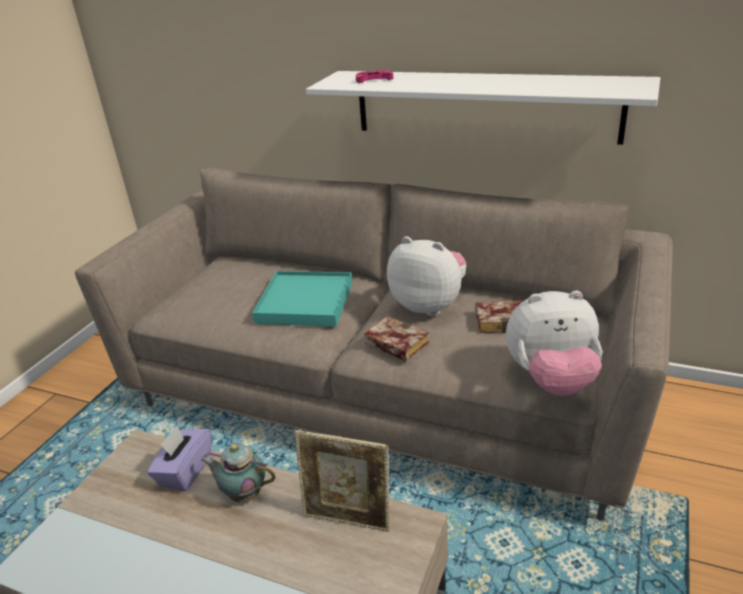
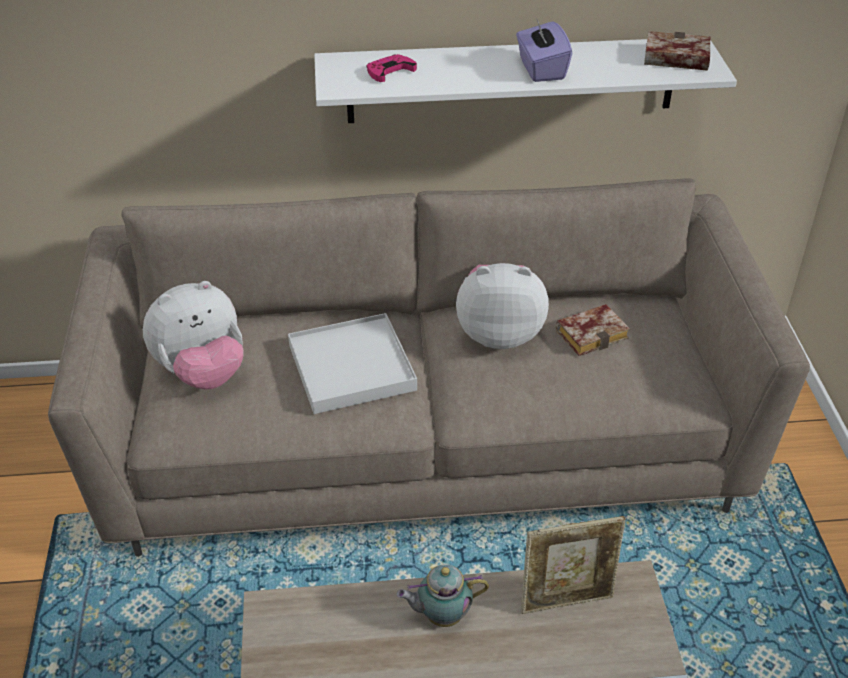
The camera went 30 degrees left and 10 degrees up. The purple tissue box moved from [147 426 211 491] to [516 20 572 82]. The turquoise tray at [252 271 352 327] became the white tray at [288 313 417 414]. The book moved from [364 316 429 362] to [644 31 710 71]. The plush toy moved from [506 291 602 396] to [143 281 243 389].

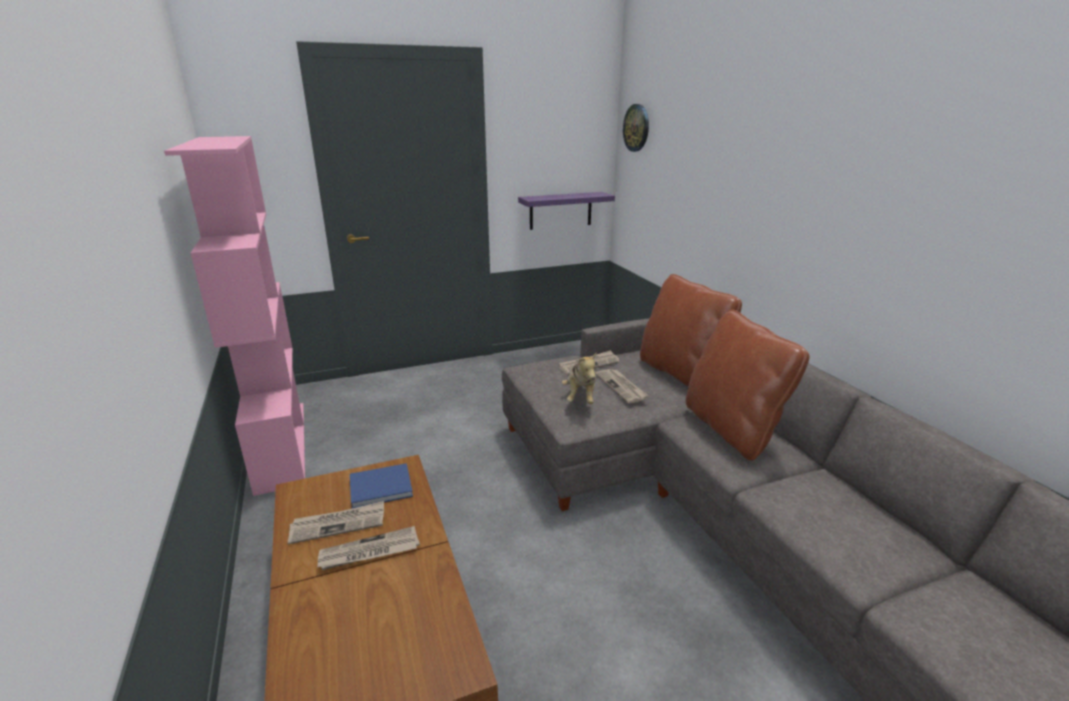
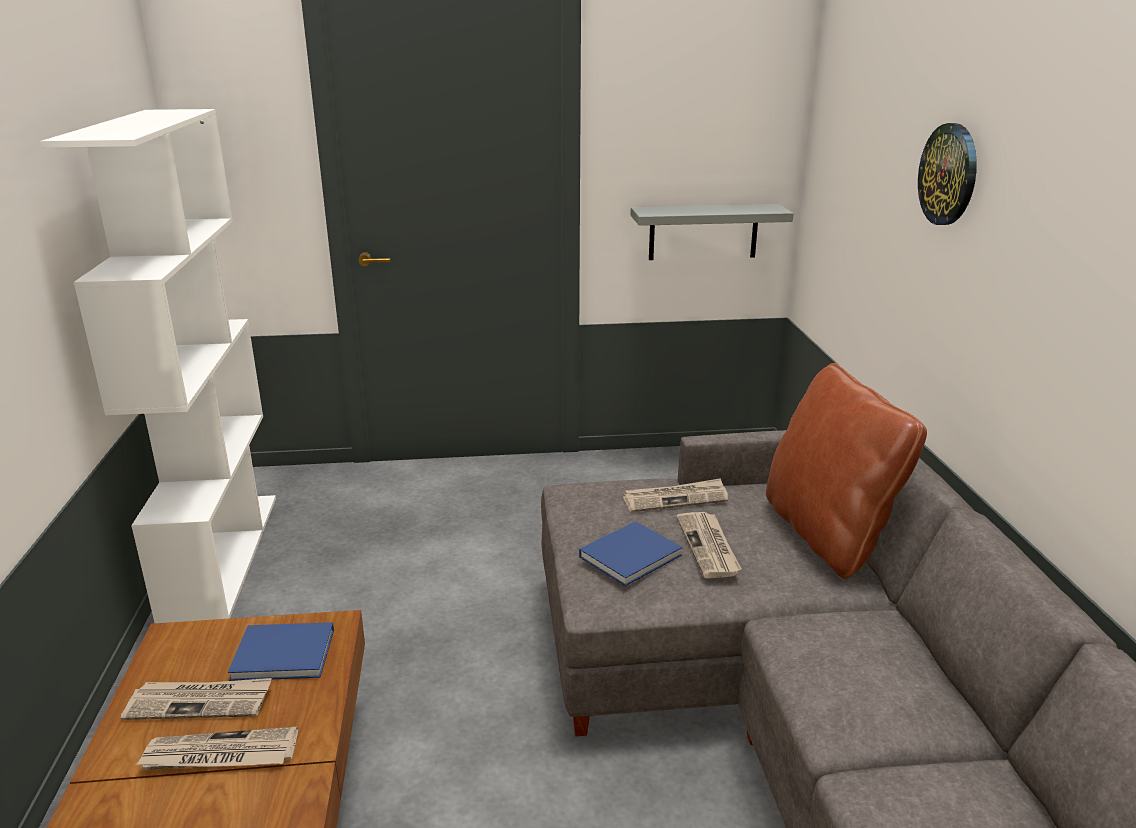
The camera went 15 degrees right and 0 degrees up. The pink bookcase at [164 136 305 496] became the white bookcase at [40 109 276 623]. The purple shelf at [518 192 615 230] became the grey shelf at [631 204 794 260]. The plush toy at [561 352 597 404] was replaced by the blue book at [579 521 682 586]. The wall clock moved from [623 104 649 152] to [918 123 977 225]. The brown pillow at [685 309 810 461] disappeared.

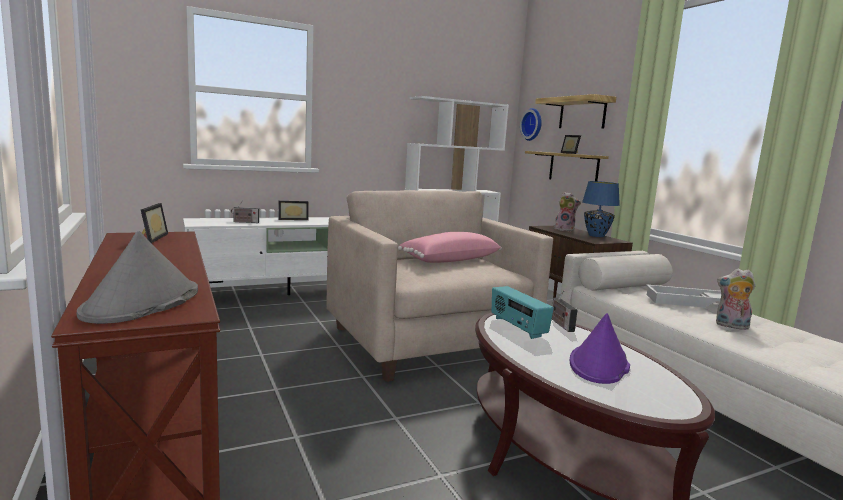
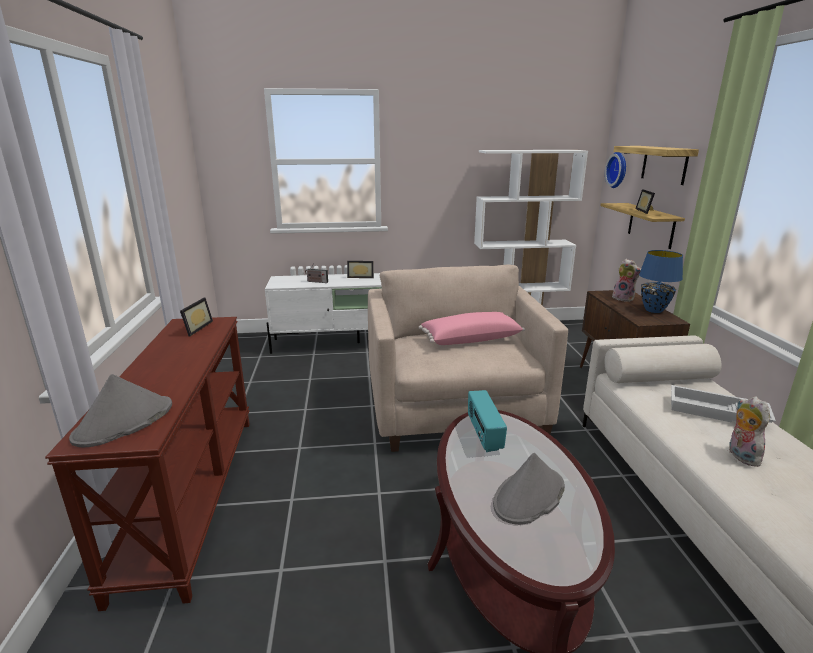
The camera went 20 degrees right and 10 degrees up. The radio at [552 290 577 332] disappeared. The purple hat at [570 313 630 384] became the grey hat at [493 453 565 525]. The plush toy at [716 269 756 330] turned 45 degrees clockwise.

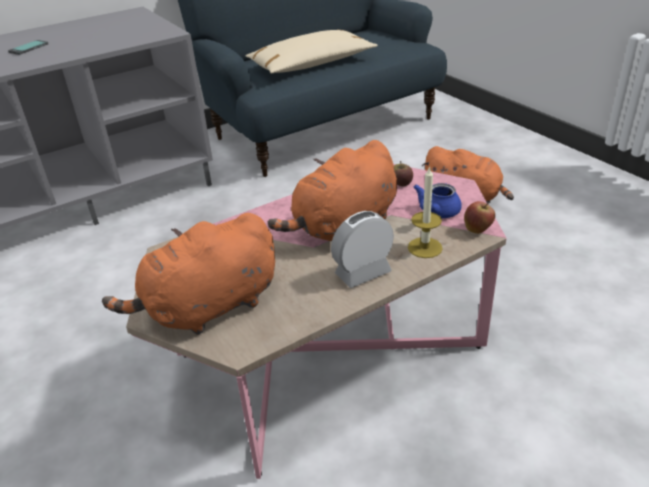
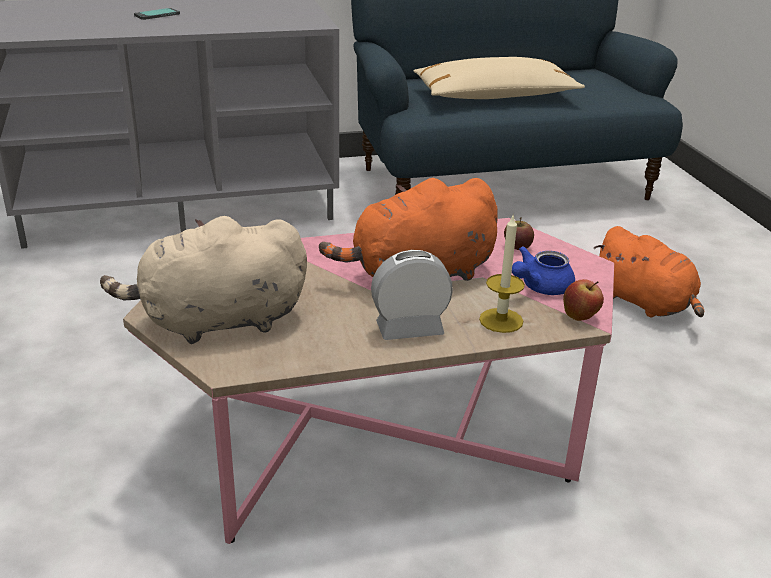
The camera went 15 degrees right and 5 degrees down. The orange plush toy at [102 213 275 335] became the beige plush toy at [100 216 307 344].

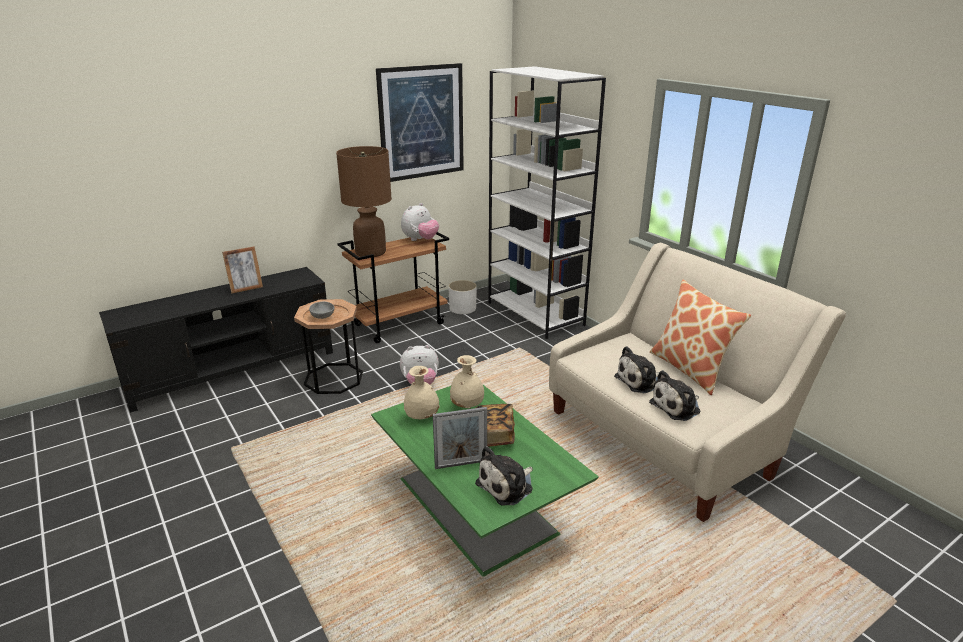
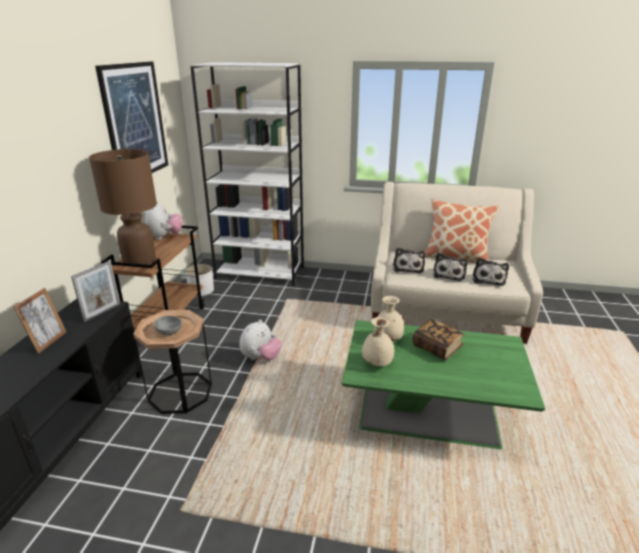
The camera went 45 degrees left and 0 degrees up. The picture frame moved from [433 407 487 469] to [71 261 120 322]. The plush toy moved from [475 446 533 506] to [393 248 426 273].

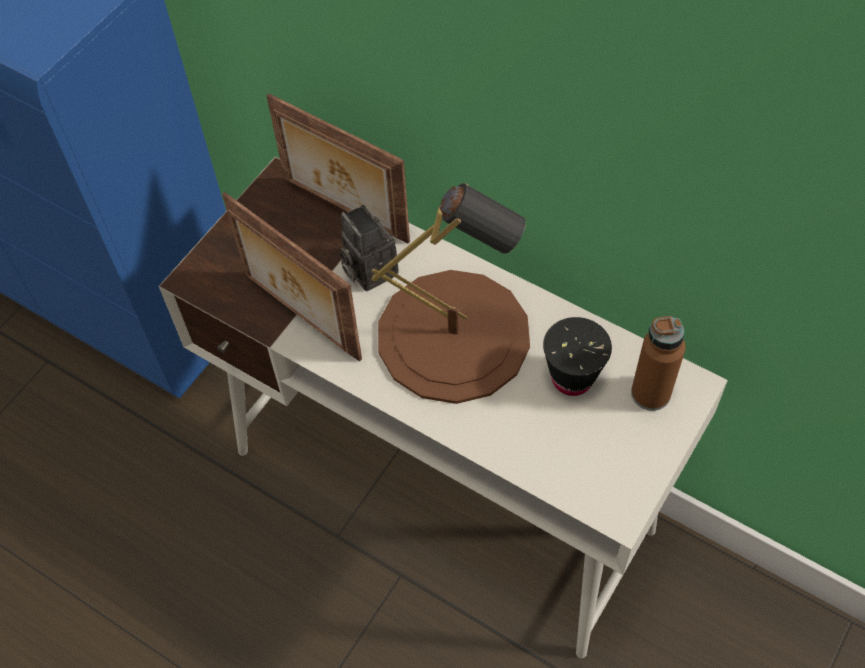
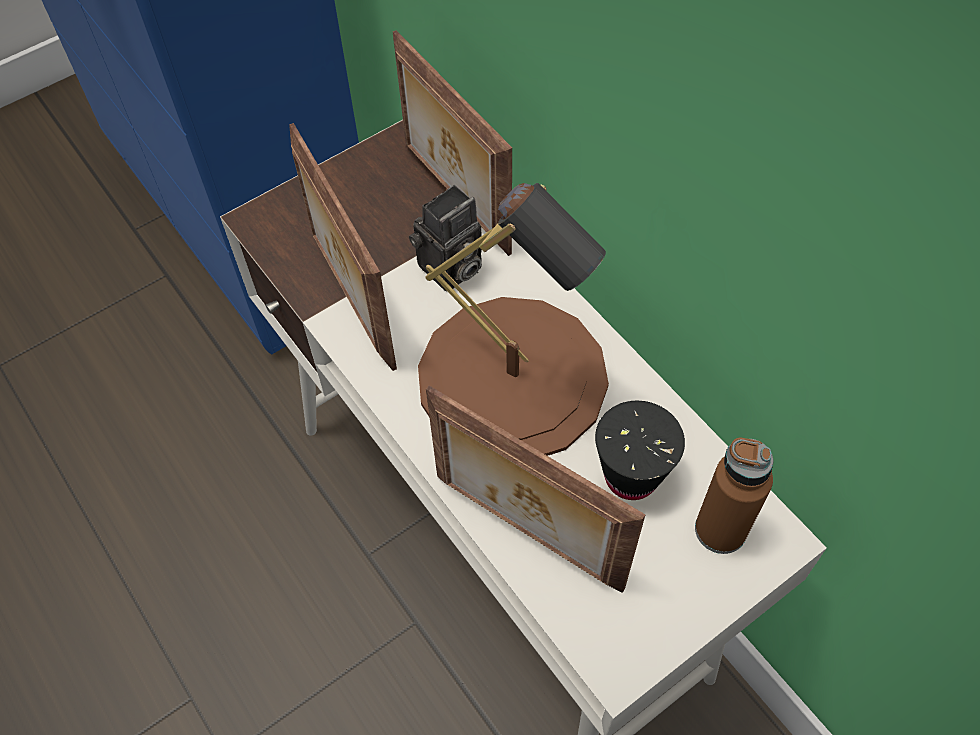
The camera went 20 degrees right and 0 degrees up. The photo camera at [340 205 399 291] turned 120 degrees counterclockwise. The picture frame at [426 386 646 593] appeared.

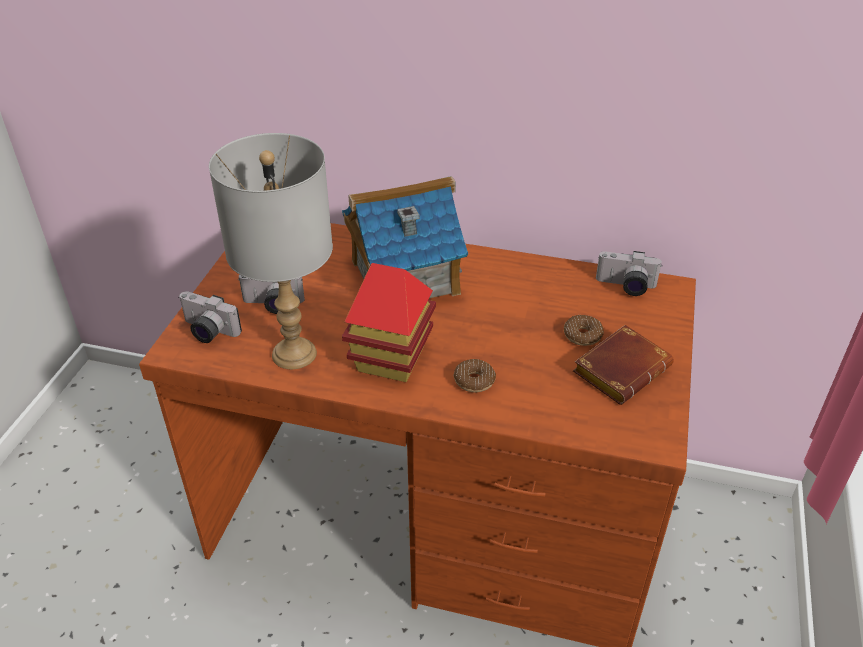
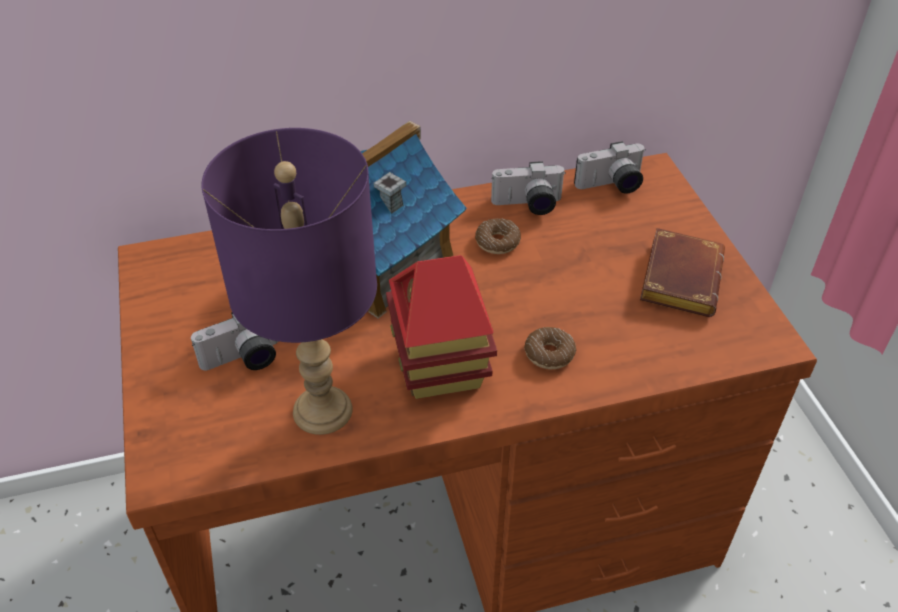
The camera went 30 degrees left and 5 degrees up. The photo camera moved from [178 291 242 343] to [491 161 565 215]. The grey table lamp at [209 133 333 369] became the purple table lamp at [202 128 377 435]. The donut moved from [564 315 604 346] to [475 218 521 254].

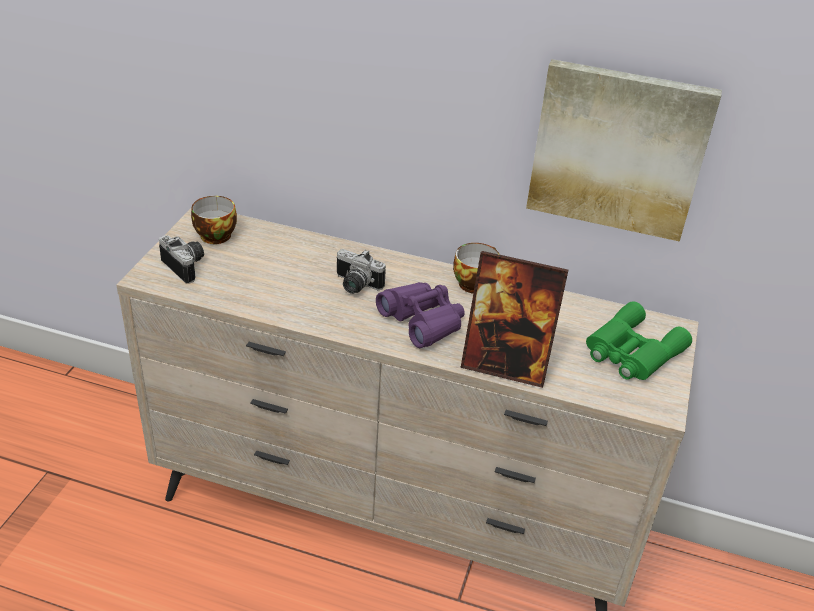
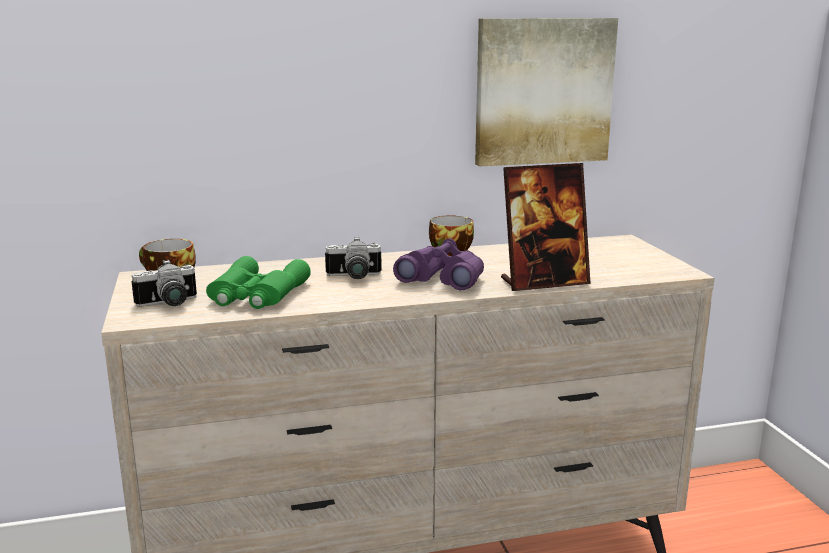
The camera went 30 degrees left and 20 degrees down. The photo camera at [159 235 204 284] turned 135 degrees clockwise. The green binoculars moved from [586 301 692 380] to [206 256 311 309].

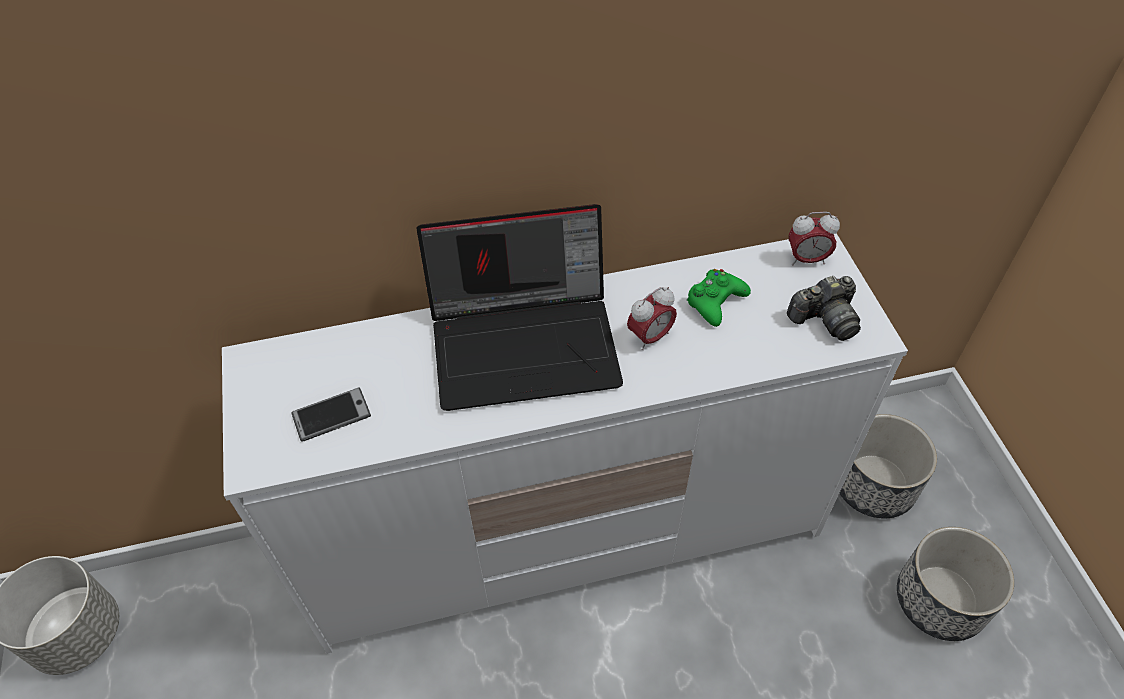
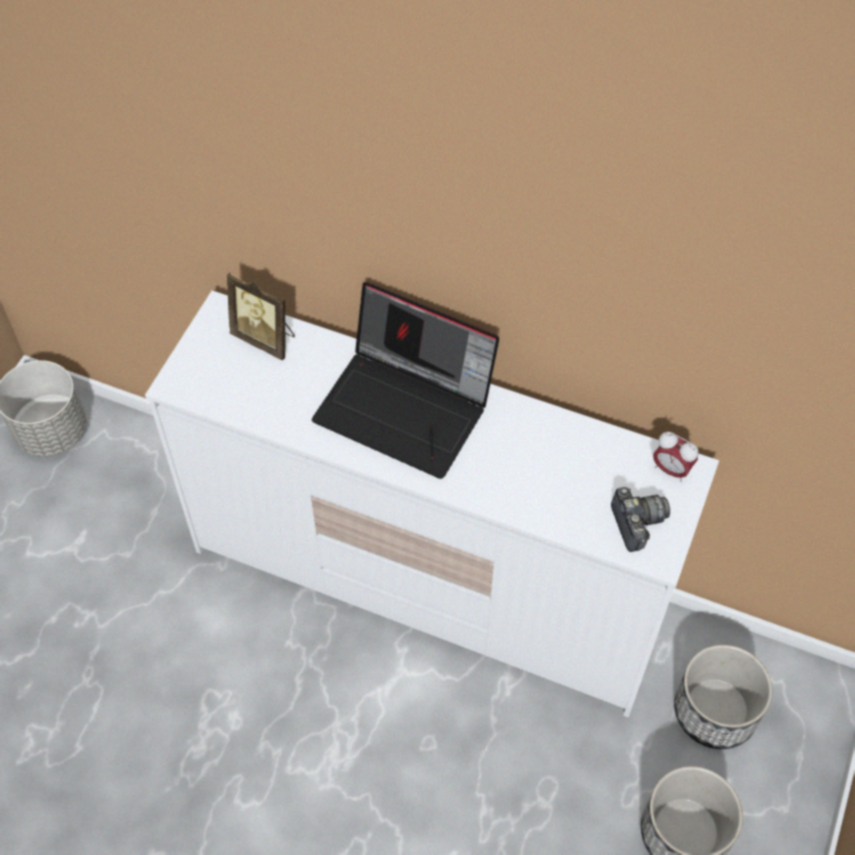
The camera went 35 degrees right and 5 degrees up. The phone at [291 387 371 442] disappeared. The alarm clock at [627 287 677 350] disappeared. The green game controller at [687 269 751 327] disappeared. The photo camera at [787 276 861 341] turned 120 degrees counterclockwise. The picture frame at [227 272 295 361] appeared.

